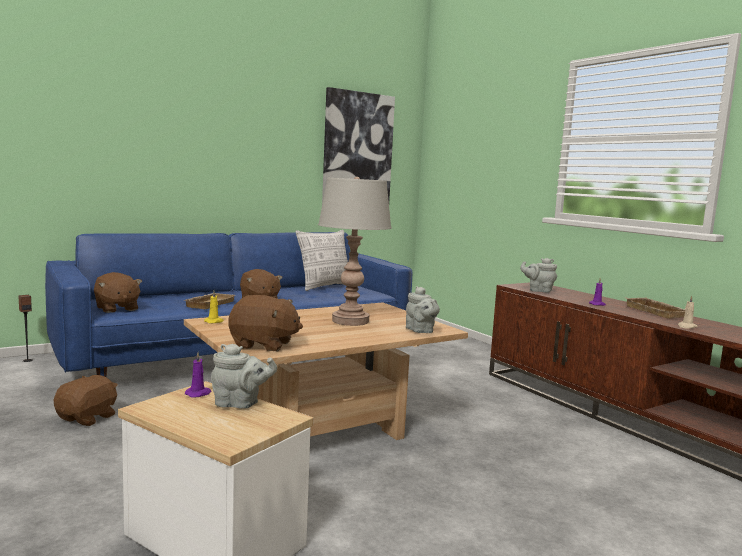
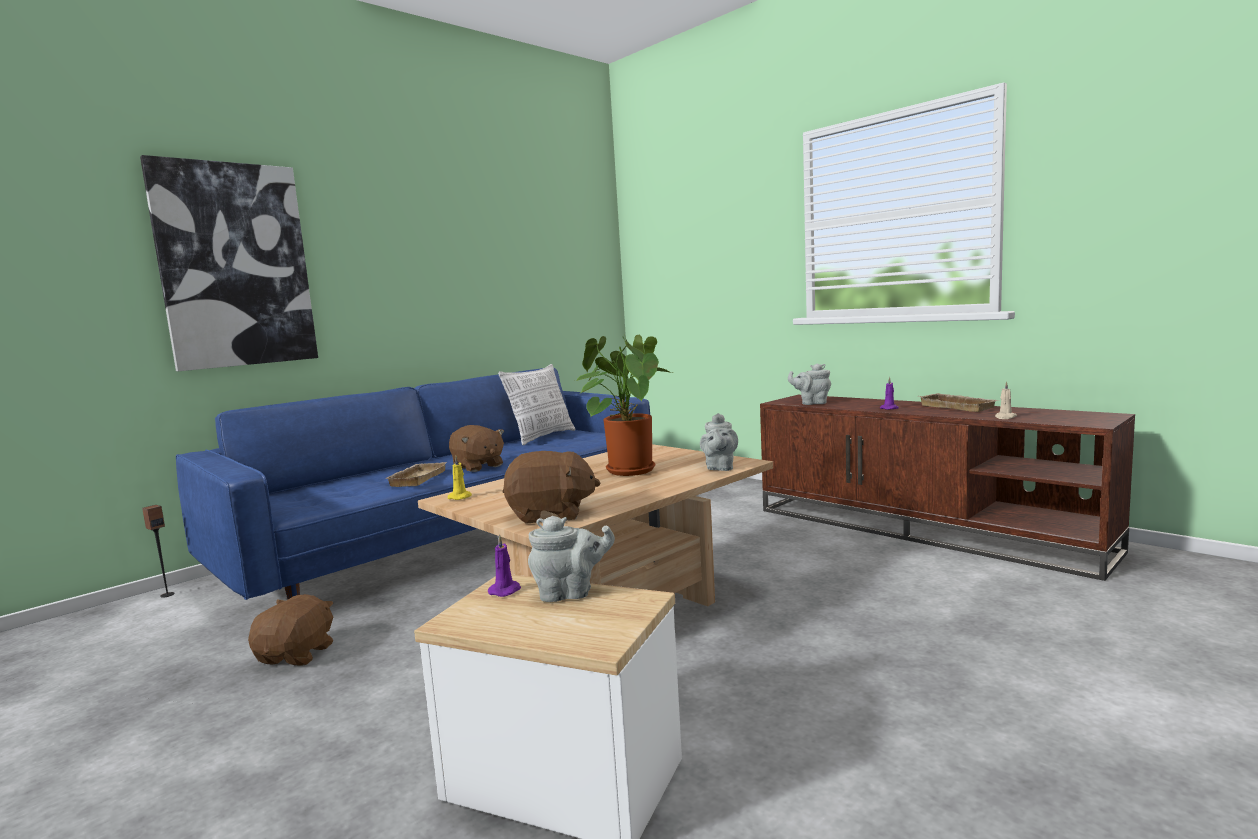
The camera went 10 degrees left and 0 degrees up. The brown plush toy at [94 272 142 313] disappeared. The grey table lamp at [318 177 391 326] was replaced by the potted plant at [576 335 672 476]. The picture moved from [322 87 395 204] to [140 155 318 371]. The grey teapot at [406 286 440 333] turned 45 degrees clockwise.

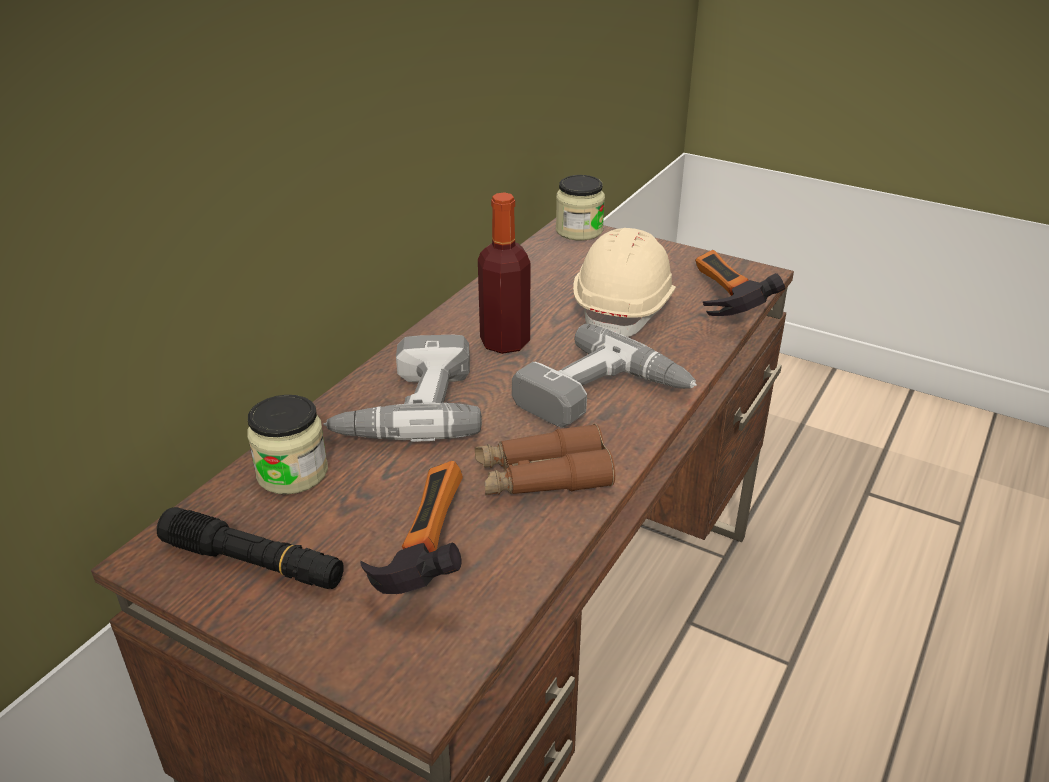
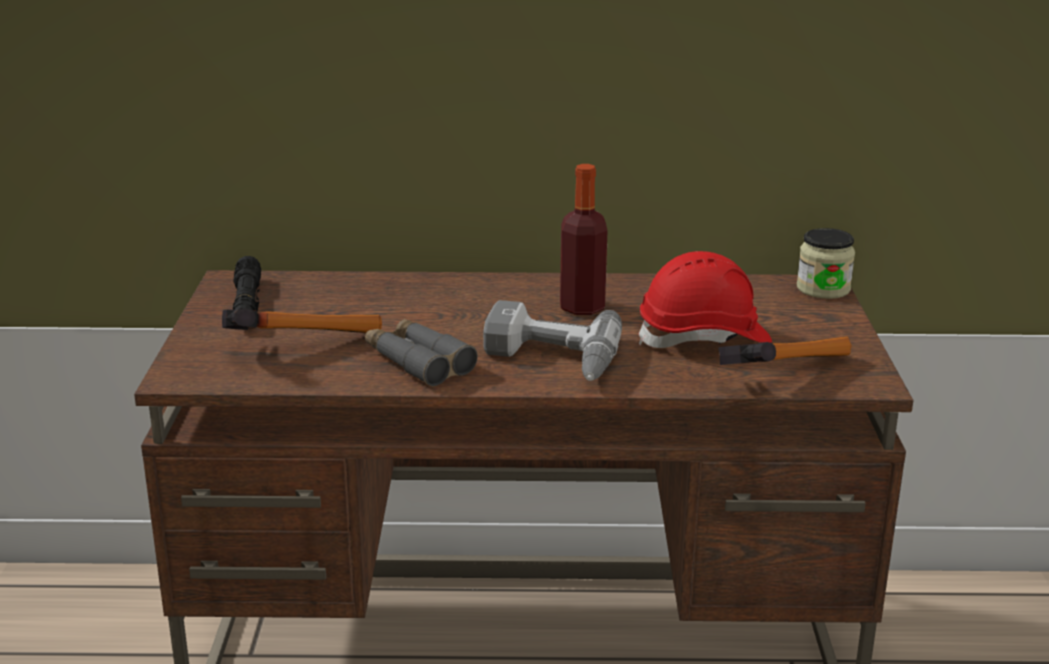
The camera went 60 degrees right and 10 degrees down. The jar at [247 395 328 495] disappeared. The power drill at [323 335 482 442] disappeared. The brown binoculars at [475 424 615 495] became the grey binoculars at [365 319 478 386]. The beige hard hat at [573 228 676 337] became the red hard hat at [638 251 772 348].

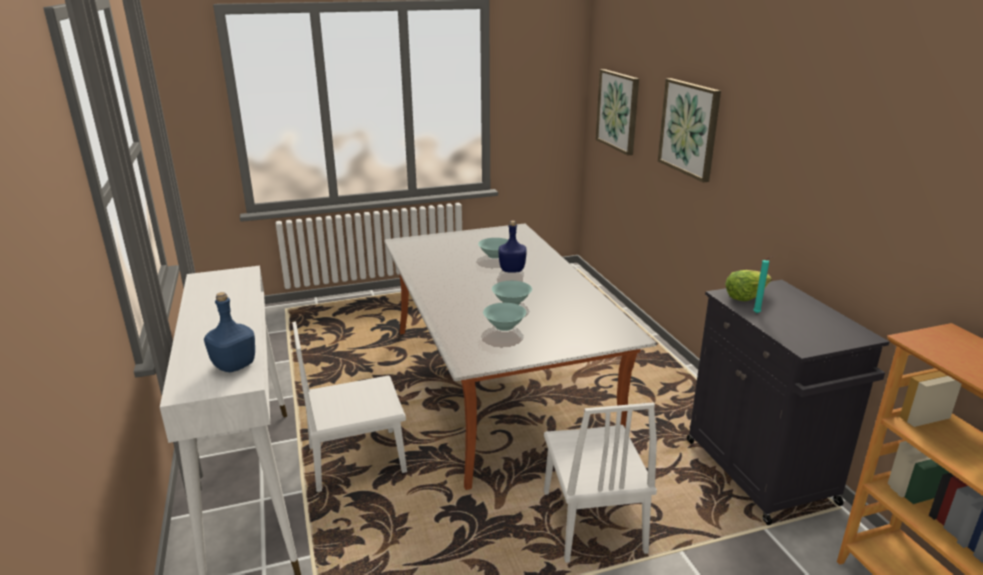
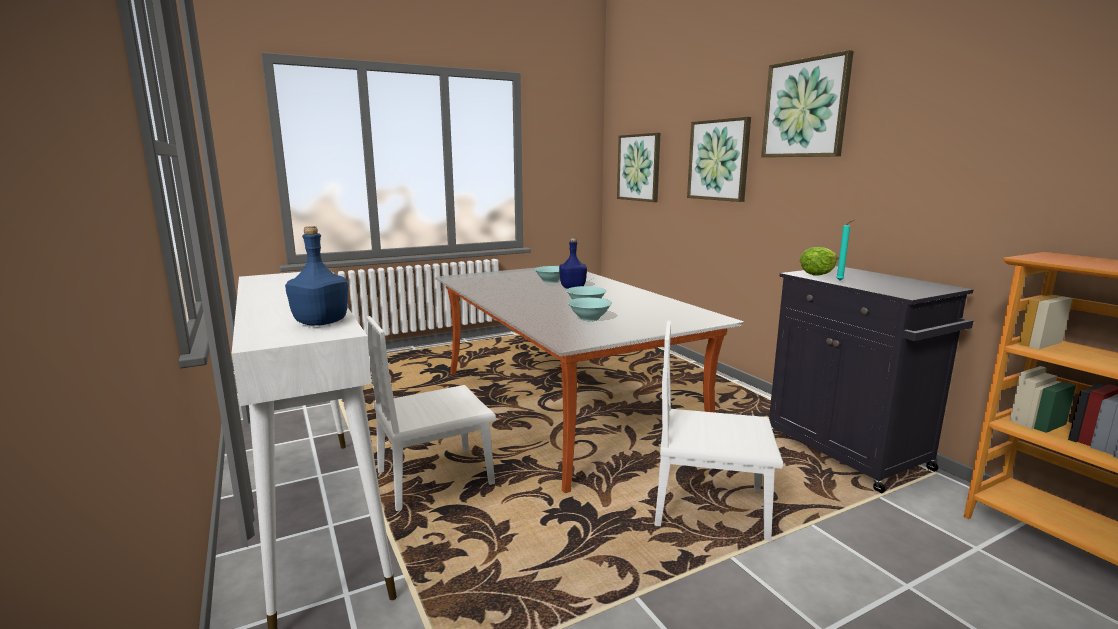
The camera went 10 degrees left and 10 degrees down. The white chair at [544 403 657 563] turned 120 degrees clockwise. The picture at [761 50 854 157] appeared.

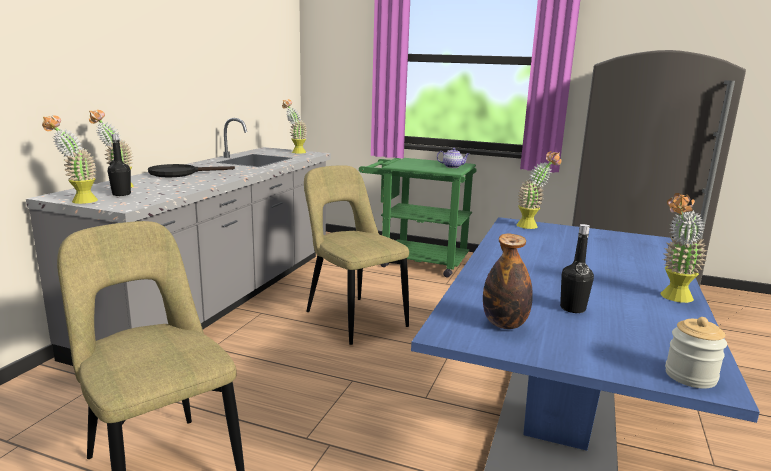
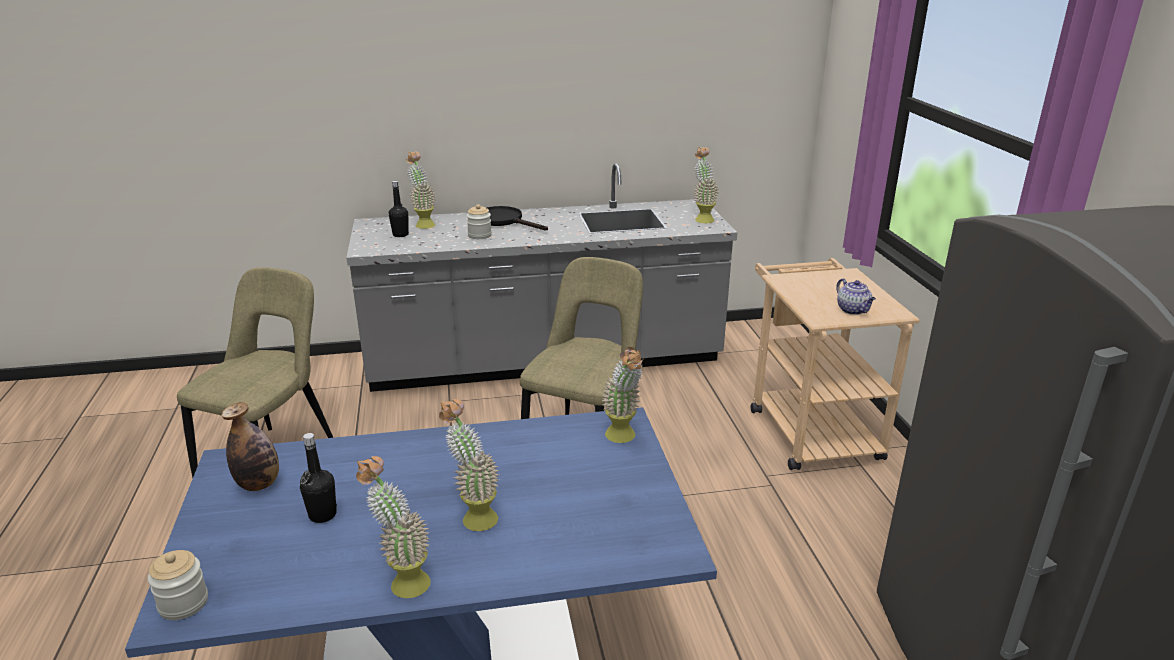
The camera went 60 degrees right and 10 degrees up. The potted plant moved from [42 115 98 204] to [439 399 499 531]. The green cart at [359 158 477 277] became the beige cart at [751 258 920 470]. The jar at [467 204 492 239] appeared.

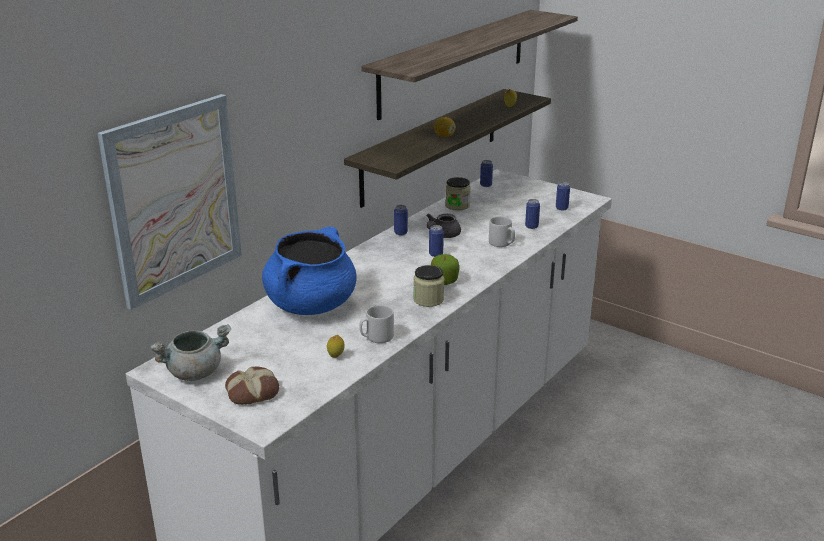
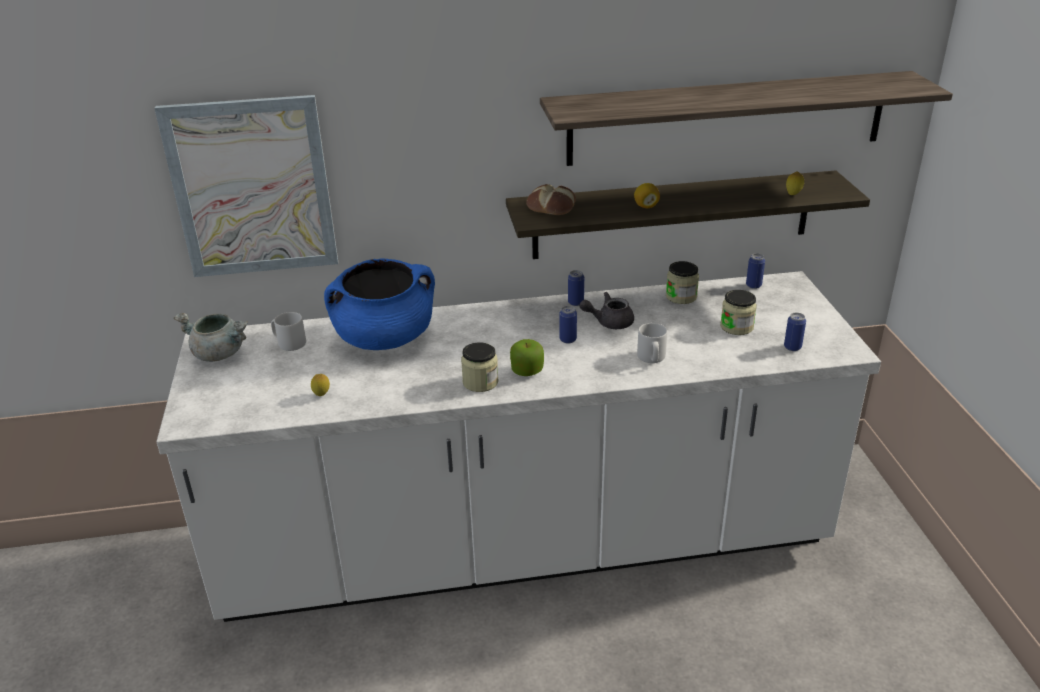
The camera went 45 degrees right and 5 degrees up. The bread moved from [225 367 279 405] to [527 184 576 215]. The grey mug moved from [359 305 394 343] to [271 312 306 351]. The can at [525 199 540 229] disappeared. The jar at [720 290 757 335] appeared.

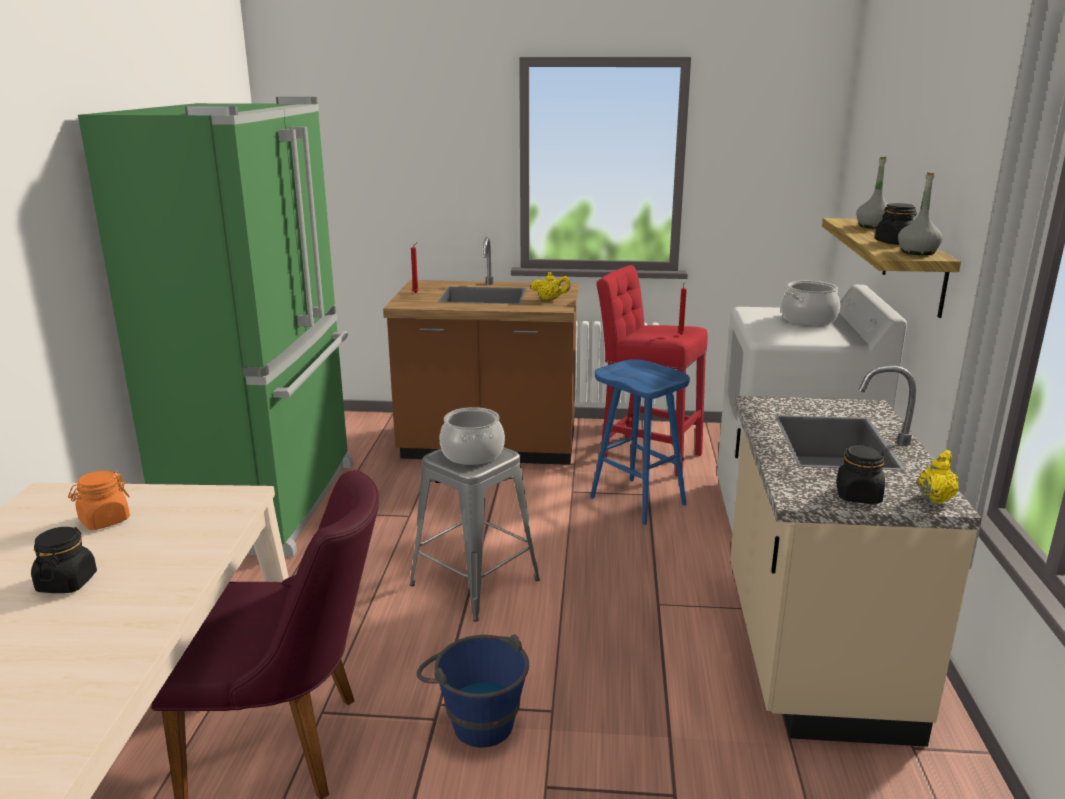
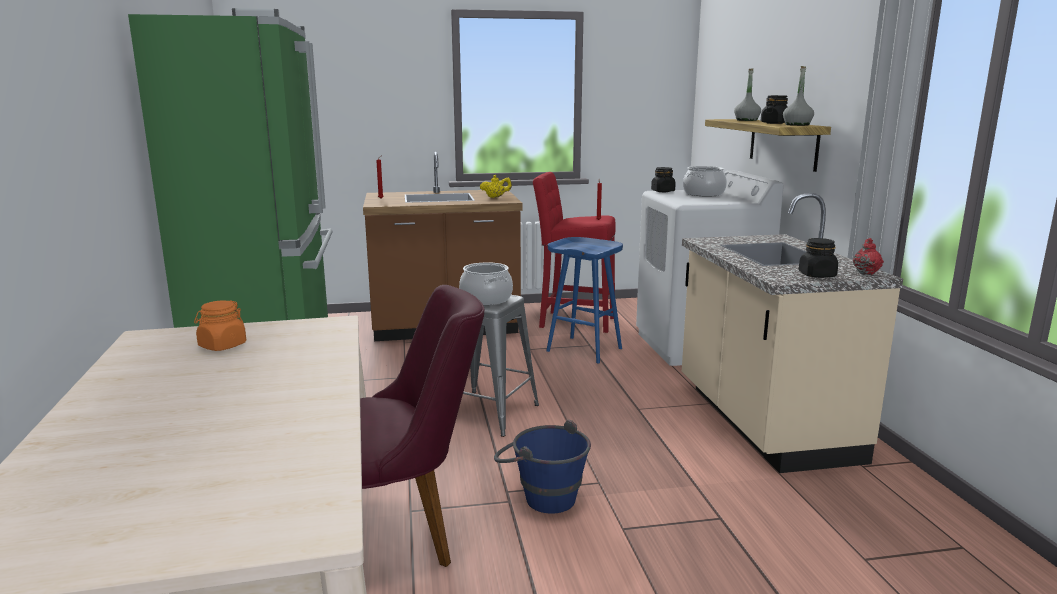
The camera went 15 degrees left and 5 degrees down. The black jar moved from [31 527 97 593] to [651 167 676 192]. The yellow teapot at [917 450 959 504] became the red teapot at [853 238 884 275].

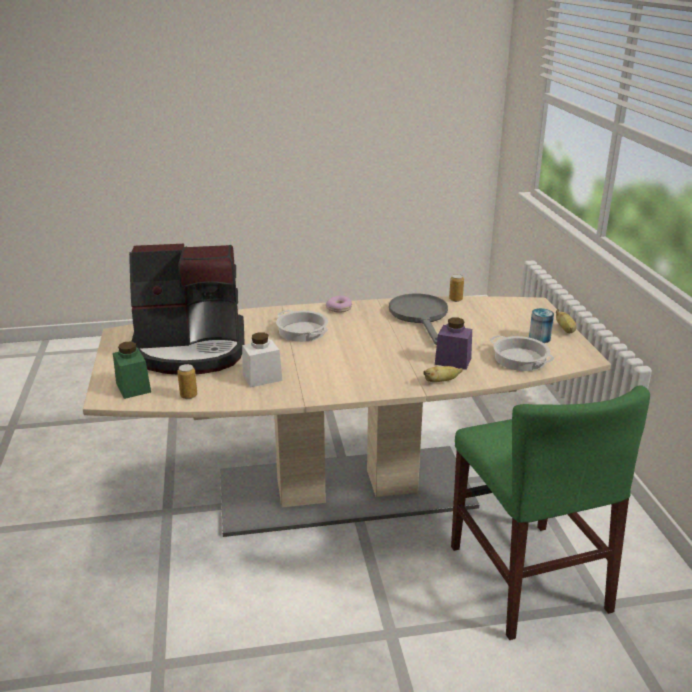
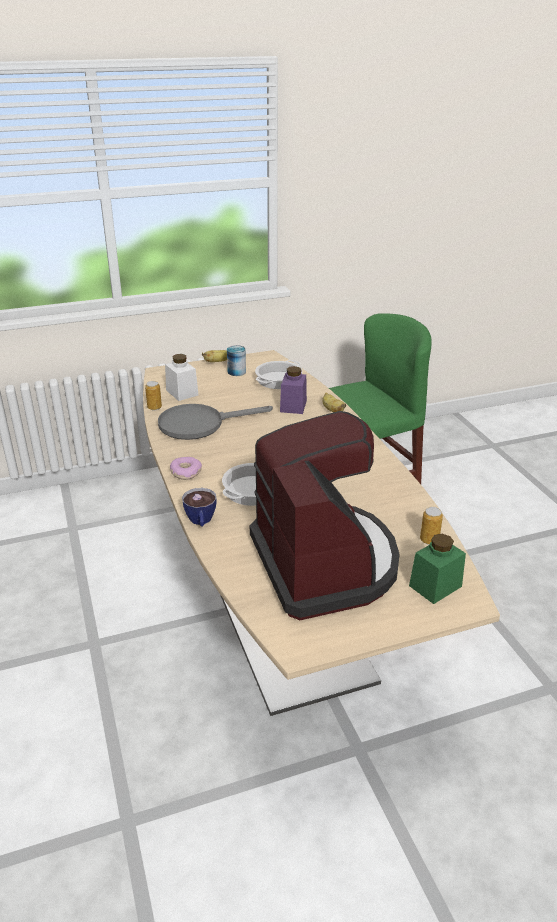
The camera went 100 degrees left and 5 degrees up. The white jar moved from [242 333 282 387] to [165 354 199 401]. The cup at [182 488 217 527] appeared.

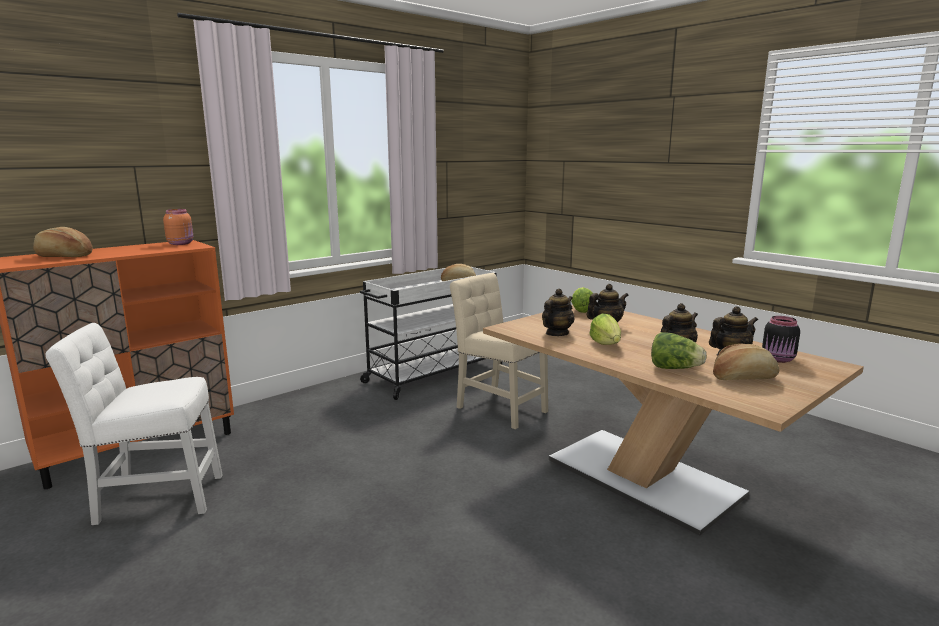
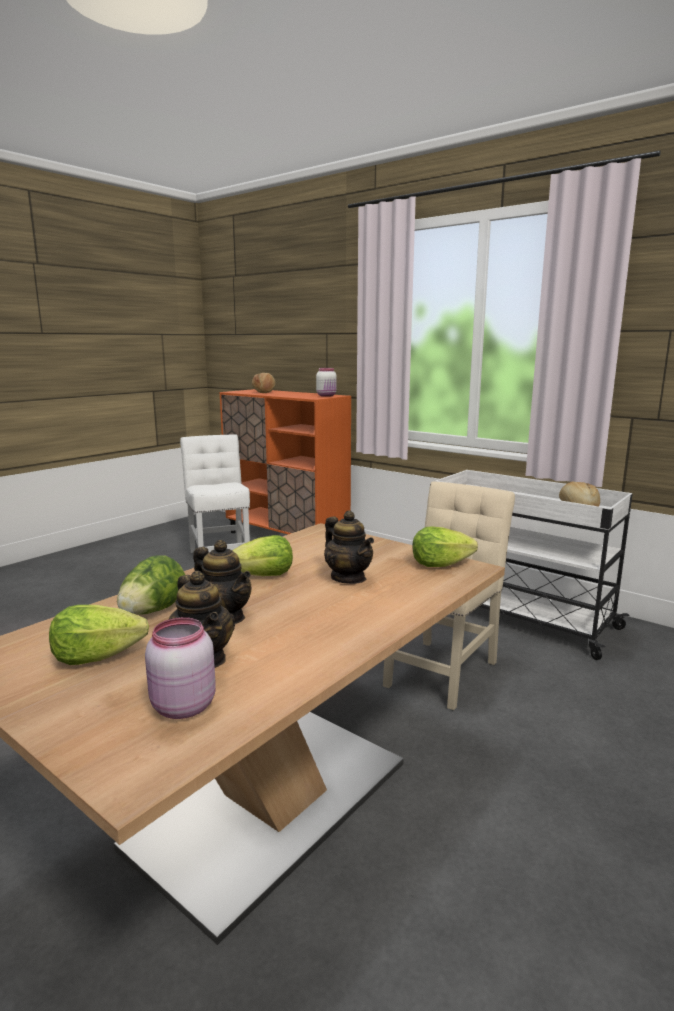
The camera went 80 degrees right and 0 degrees up. The orange jar at [163 209 193 245] became the white jar at [316 368 337 397]. The teapot at [542 289 575 336] disappeared. The bread at [713 344 779 380] was replaced by the lettuce at [49 605 149 665]. The black jar at [762 316 800 363] became the pink jar at [145 617 216 719].

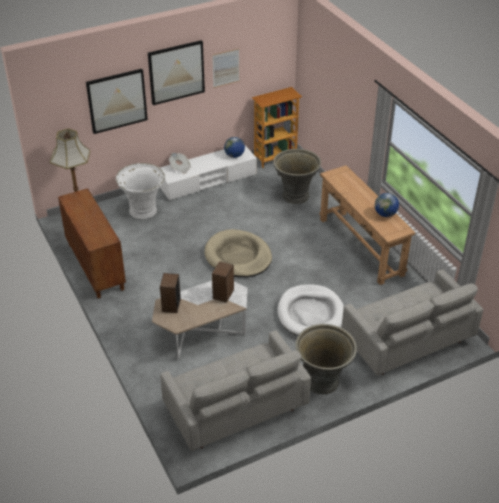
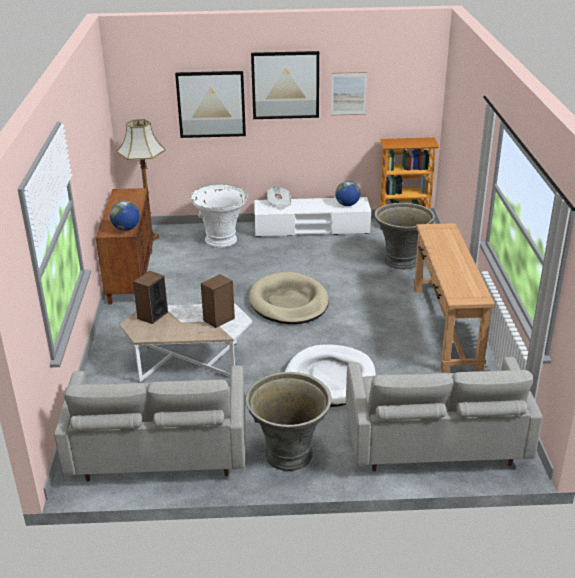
The camera went 25 degrees right and 10 degrees down. The globe moved from [375 193 399 217] to [110 201 140 231].

